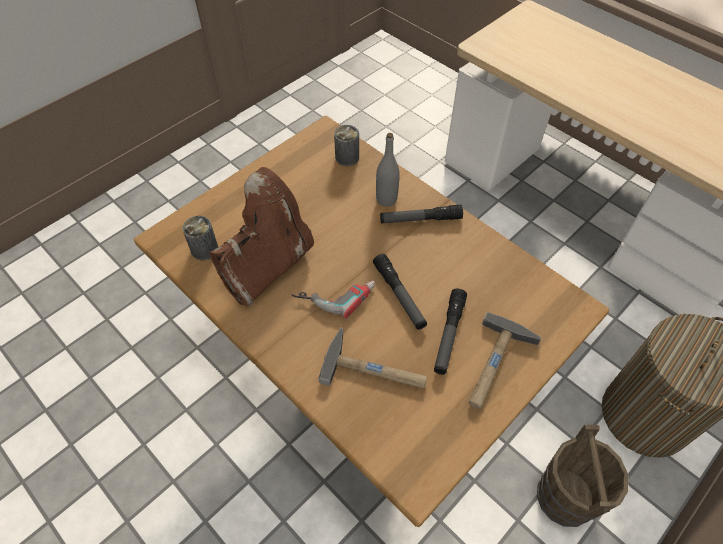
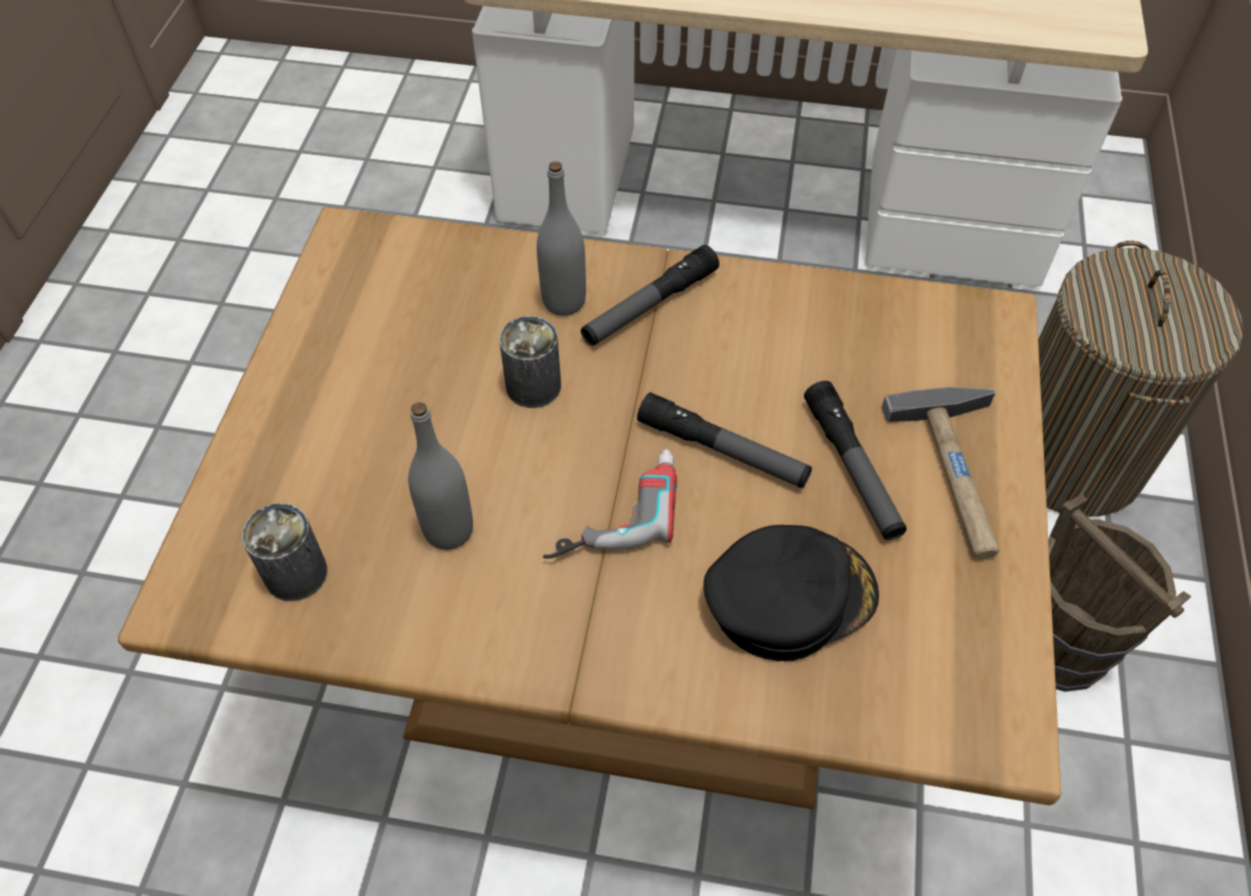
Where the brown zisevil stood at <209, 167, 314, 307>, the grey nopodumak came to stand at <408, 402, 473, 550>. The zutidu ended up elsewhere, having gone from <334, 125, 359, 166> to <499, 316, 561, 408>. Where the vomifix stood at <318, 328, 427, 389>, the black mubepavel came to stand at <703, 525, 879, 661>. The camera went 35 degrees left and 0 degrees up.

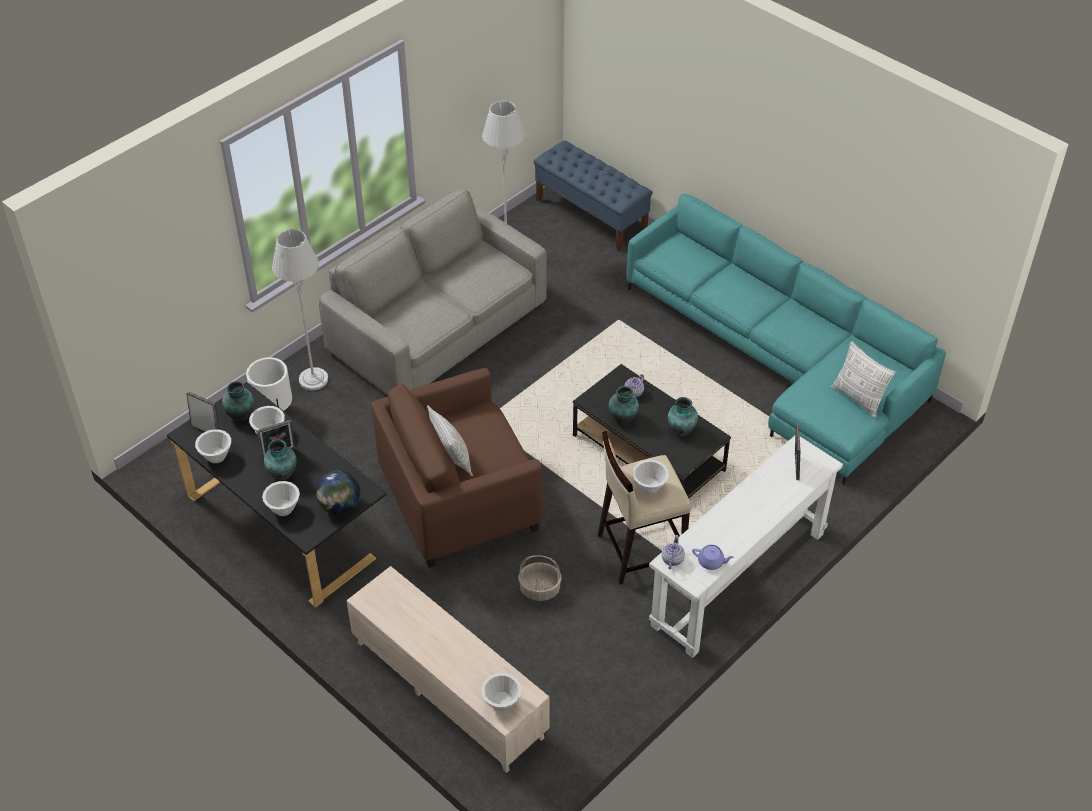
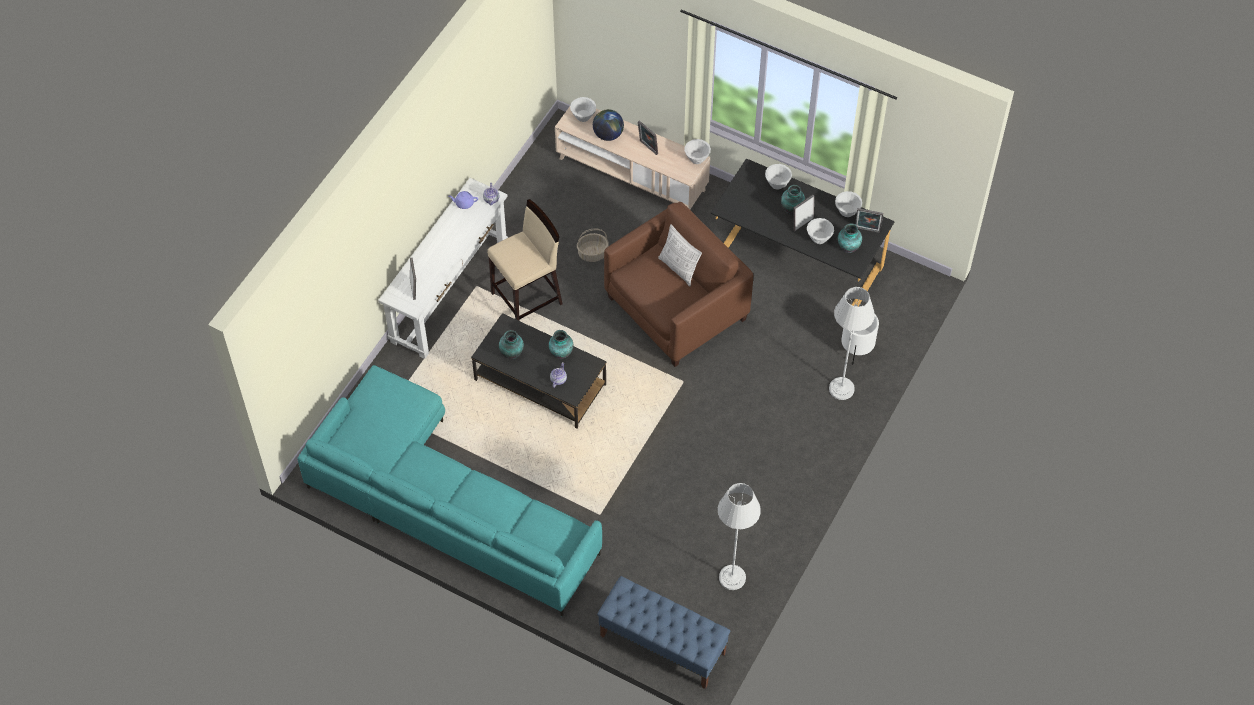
The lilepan ended up elsewhere, having gone from <316, 470, 360, 515> to <593, 109, 624, 141>. The second view gained the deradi at <638, 121, 658, 155>. The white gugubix ended up elsewhere, having gone from <632, 460, 669, 494> to <684, 139, 711, 164>. The second view lost the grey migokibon at <319, 189, 547, 395>. The second view lost the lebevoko at <831, 341, 895, 418>. The camera went 165 degrees right and 10 degrees up.

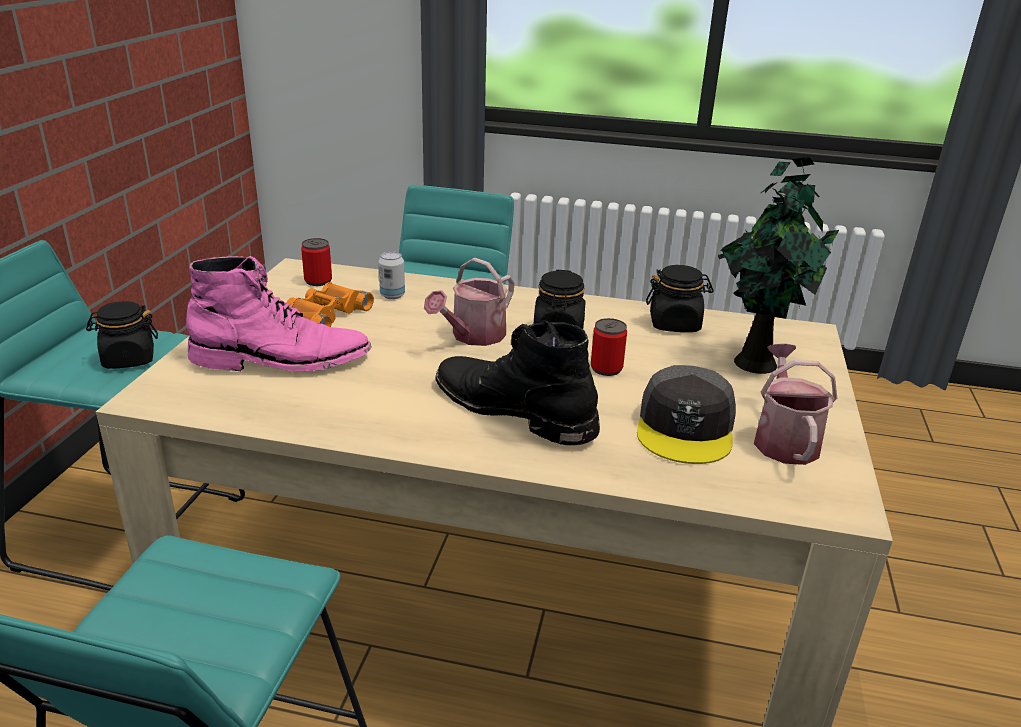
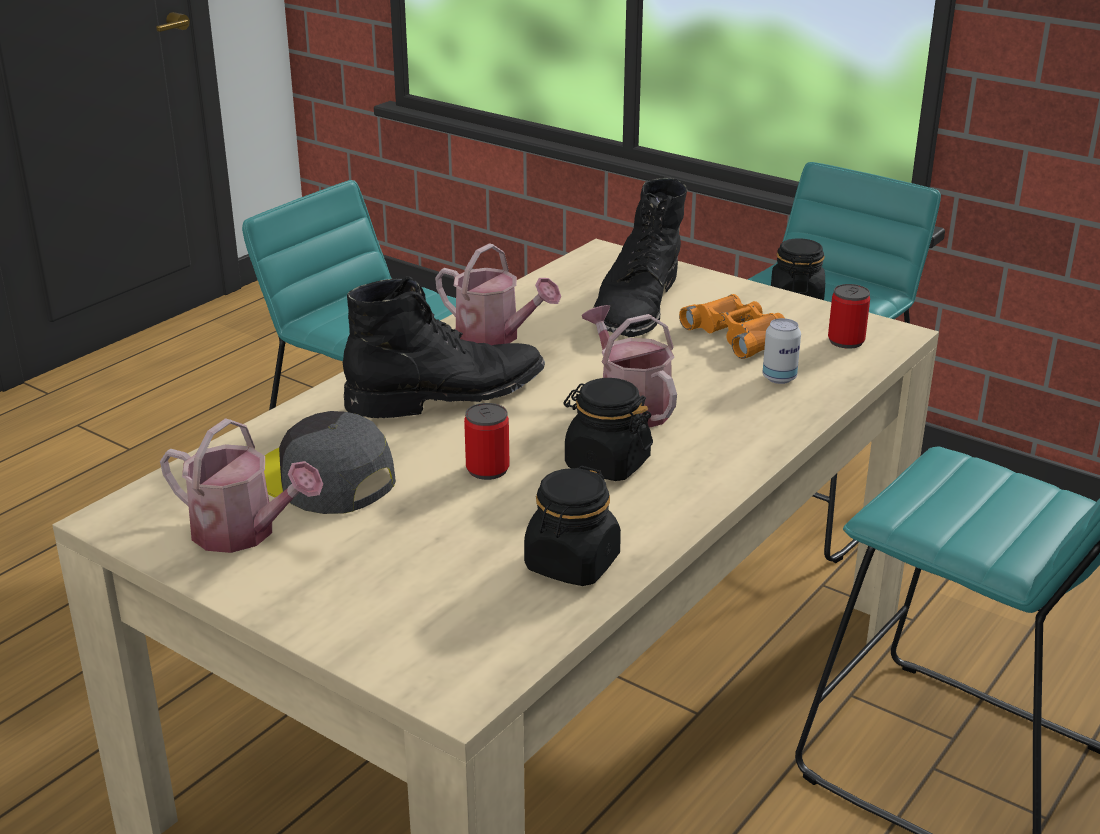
The second view gained the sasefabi at <435, 243, 561, 345>. What was the pink zisevil at <186, 256, 372, 372> turned into the black zisevil at <594, 178, 688, 337>. The second view lost the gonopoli at <718, 157, 839, 374>. The camera went 115 degrees right and 0 degrees up.

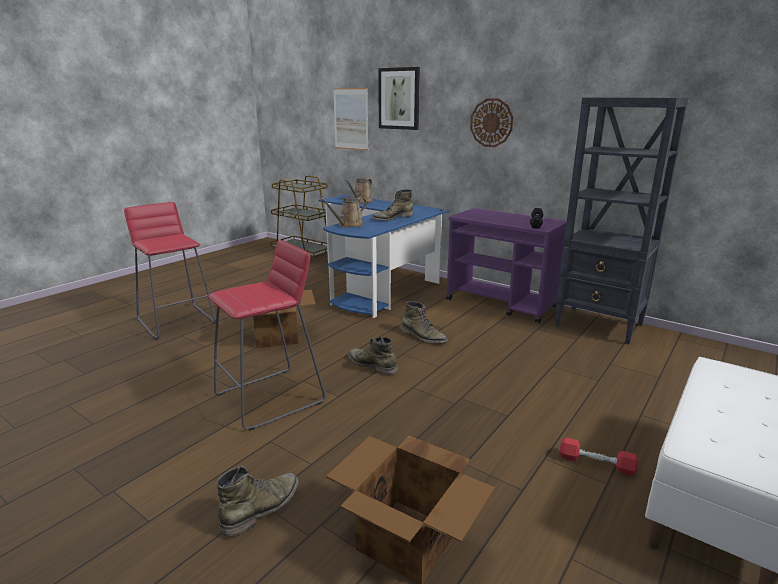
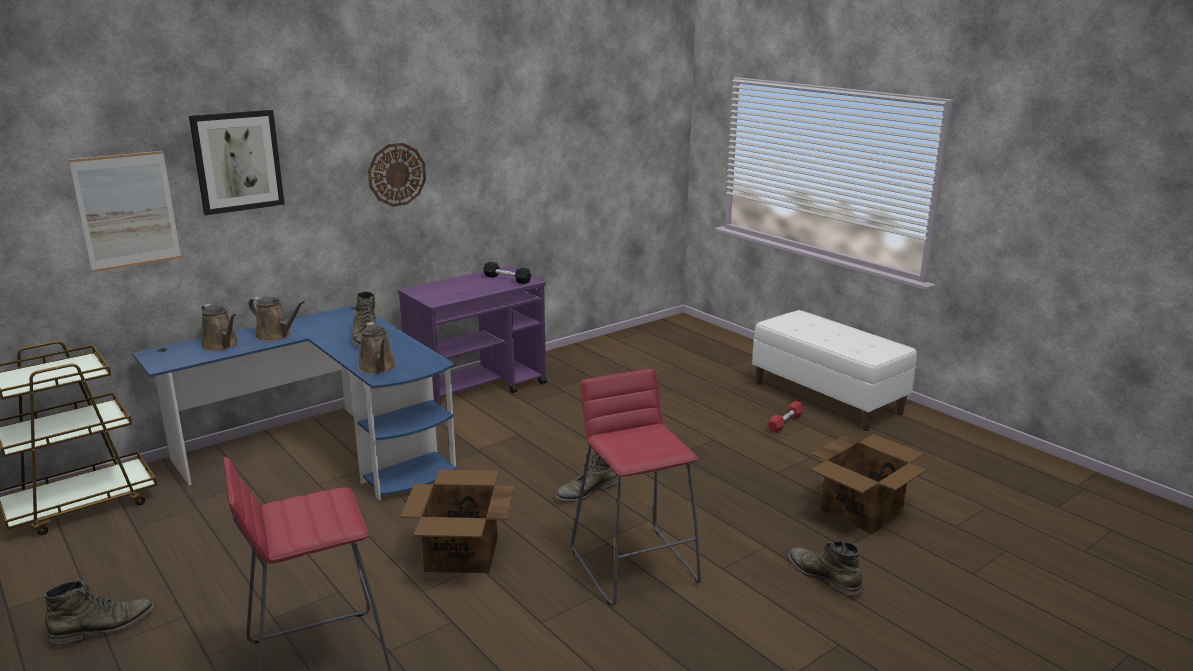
The green zisevil ended up elsewhere, having gone from <401, 301, 448, 343> to <45, 580, 154, 646>. The second view gained the brown sasefabi at <248, 297, 305, 342>. The second view lost the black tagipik at <555, 97, 688, 345>. The camera went 75 degrees left and 0 degrees up.

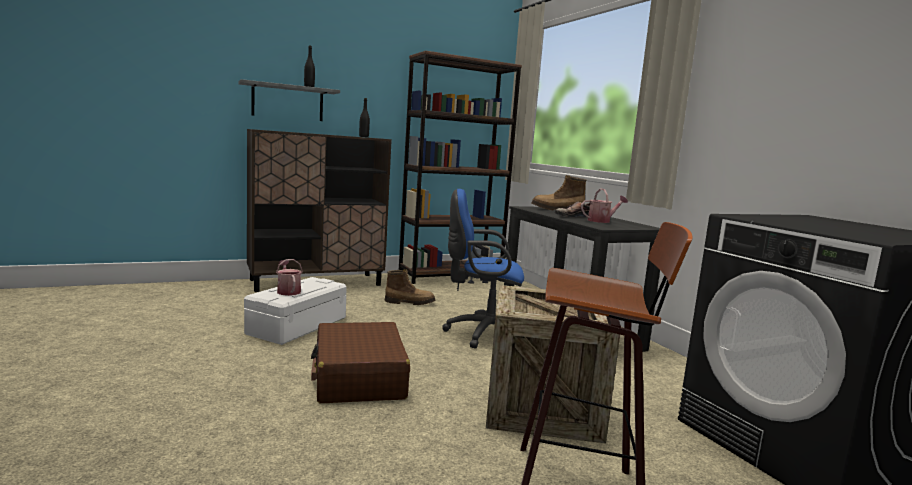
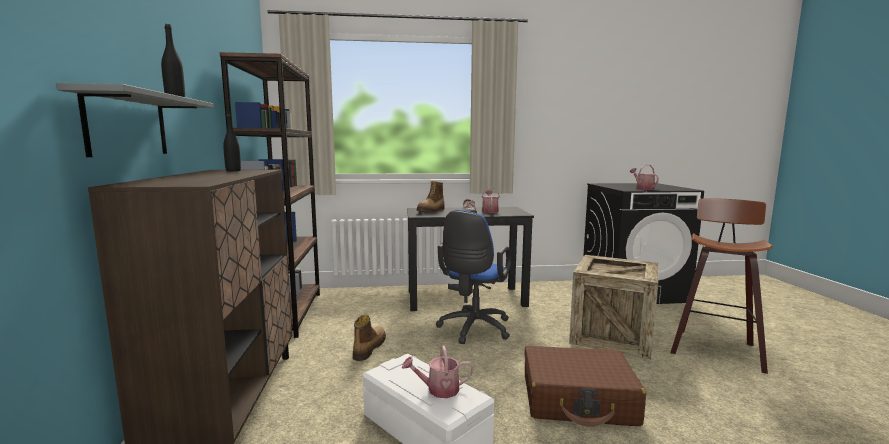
The second view gained the sasefabi at <630, 165, 659, 190>. The camera went 70 degrees left and 0 degrees up.

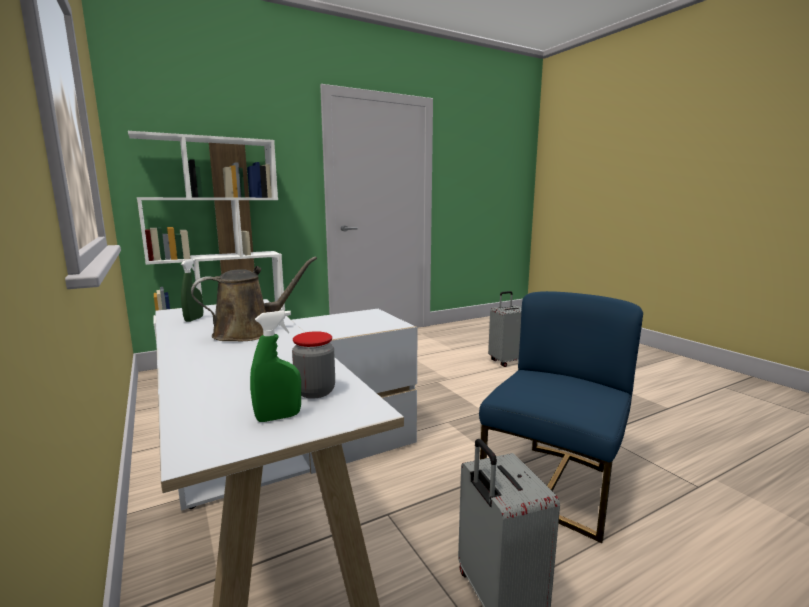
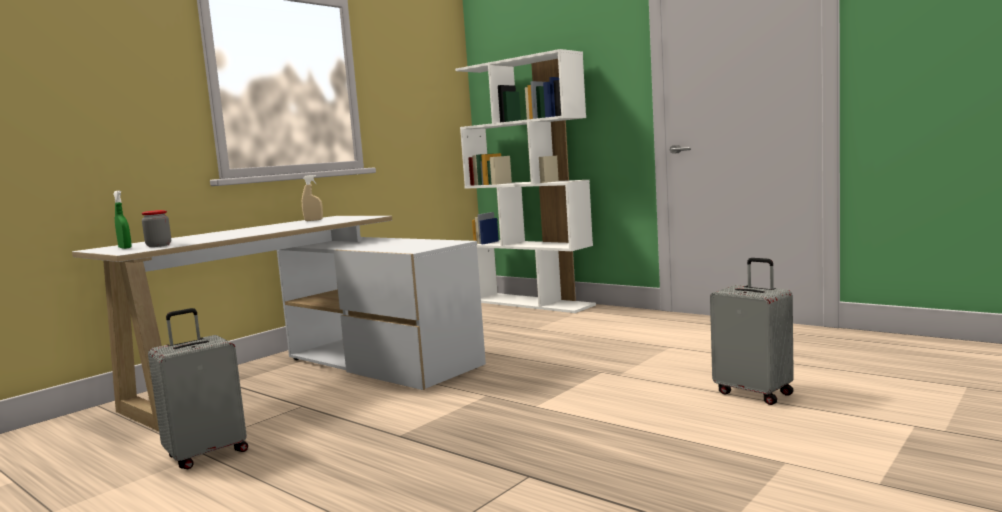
What was the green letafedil at <181, 259, 203, 322> turned into the beige letafedil at <302, 175, 323, 221>. The second view lost the brown sasefabi at <191, 256, 317, 341>. The second view lost the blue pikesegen at <479, 291, 643, 543>. The camera went 70 degrees right and 5 degrees down.

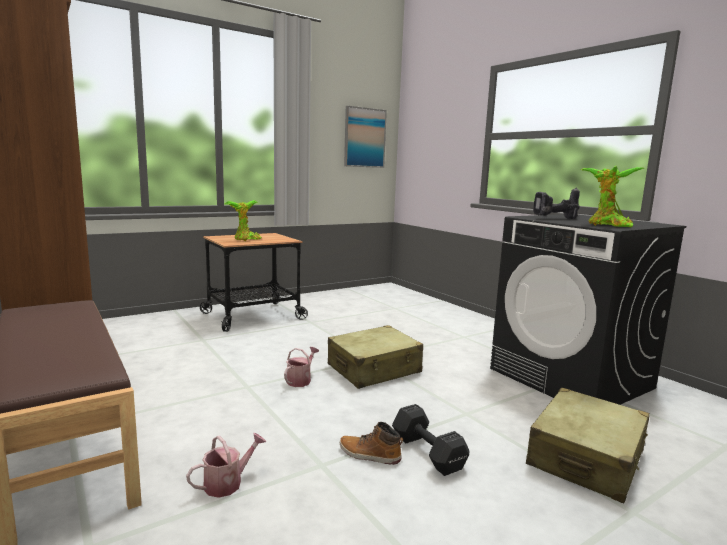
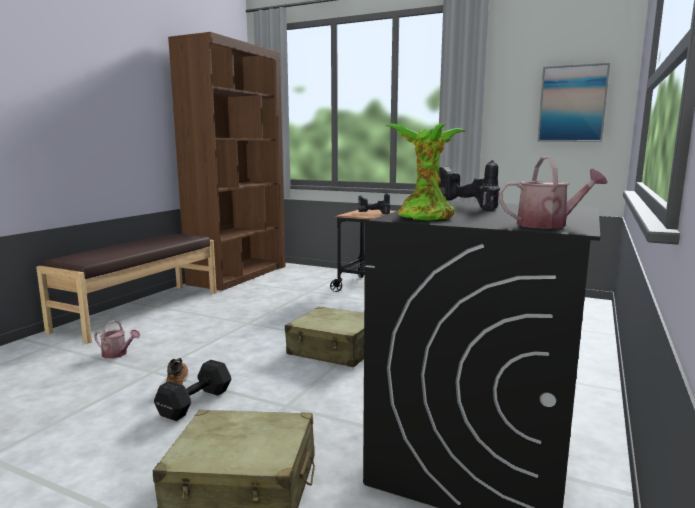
Where the gonopoli stood at <224, 200, 262, 241>, the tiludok came to stand at <358, 192, 391, 214>. The sasefabi ended up elsewhere, having gone from <284, 347, 319, 387> to <499, 157, 608, 229>. The camera went 60 degrees right and 0 degrees up.

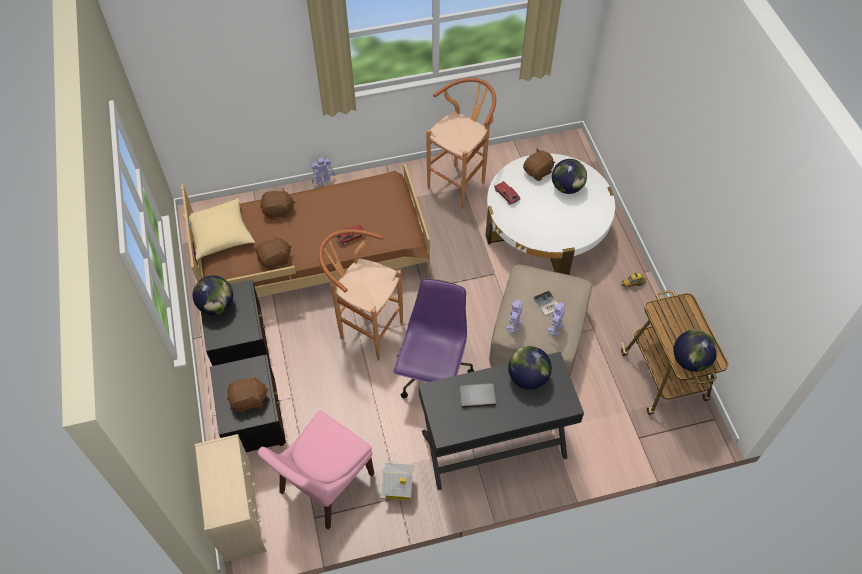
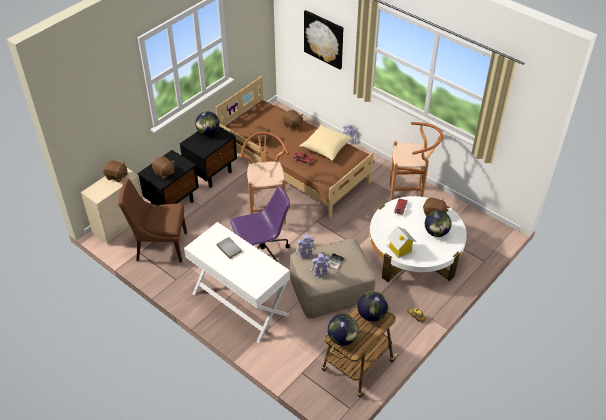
The second view gained the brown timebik at <103, 160, 128, 182>. What was the pink pikesegen at <258, 411, 375, 530> turned into the brown pikesegen at <118, 178, 187, 262>. What was the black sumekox at <418, 352, 584, 490> turned into the white sumekox at <184, 222, 290, 343>. The beige lebevoko ended up elsewhere, having gone from <182, 198, 255, 260> to <299, 125, 353, 161>. The second view gained the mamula at <304, 10, 344, 69>. The lilepan ended up elsewhere, having gone from <508, 346, 552, 390> to <357, 291, 388, 322>. The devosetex ended up elsewhere, having gone from <381, 463, 414, 501> to <387, 226, 416, 258>. The camera went 55 degrees right and 10 degrees down.

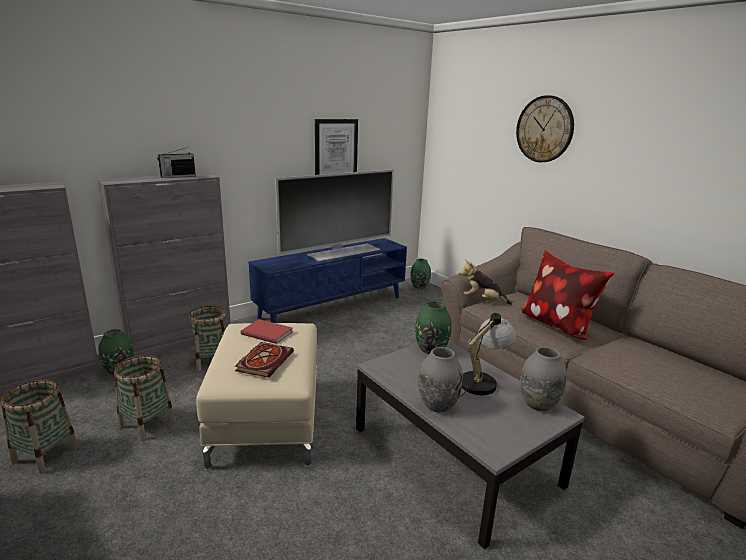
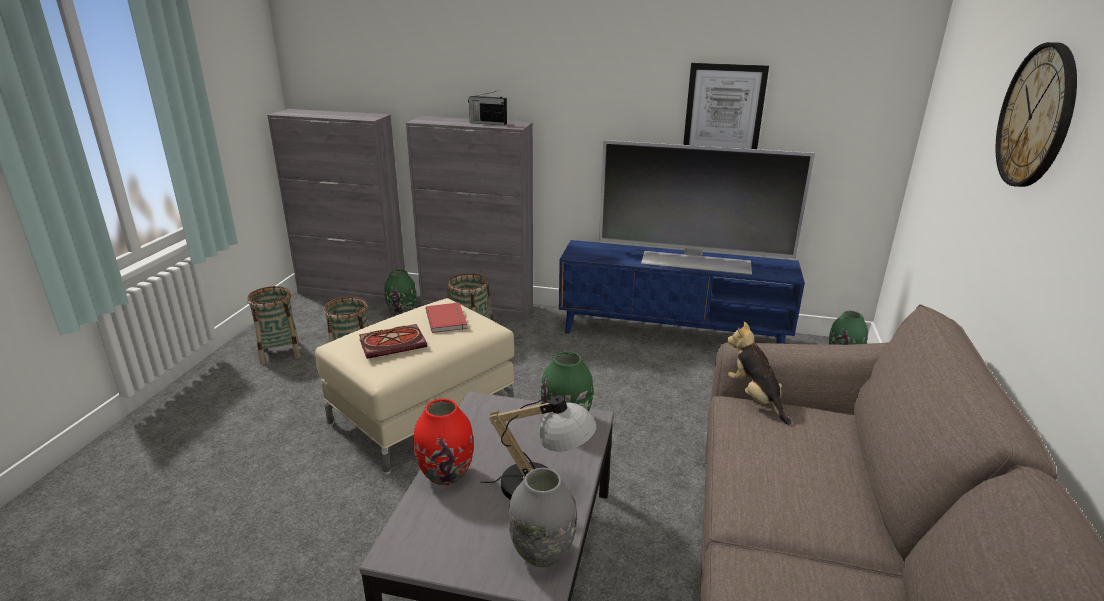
What was the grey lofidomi at <418, 347, 463, 413> turned into the red lofidomi at <414, 399, 474, 485>. The second view lost the lebevoko at <521, 250, 614, 340>. The camera went 50 degrees right and 5 degrees up.

